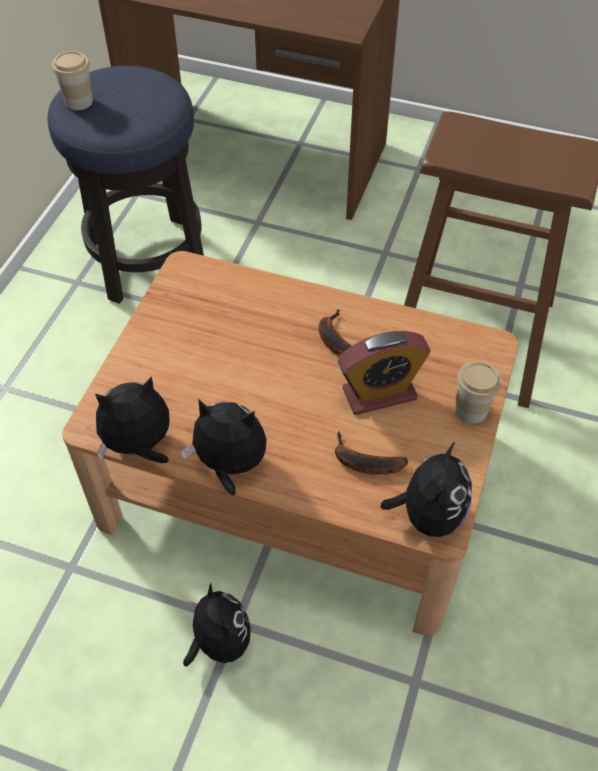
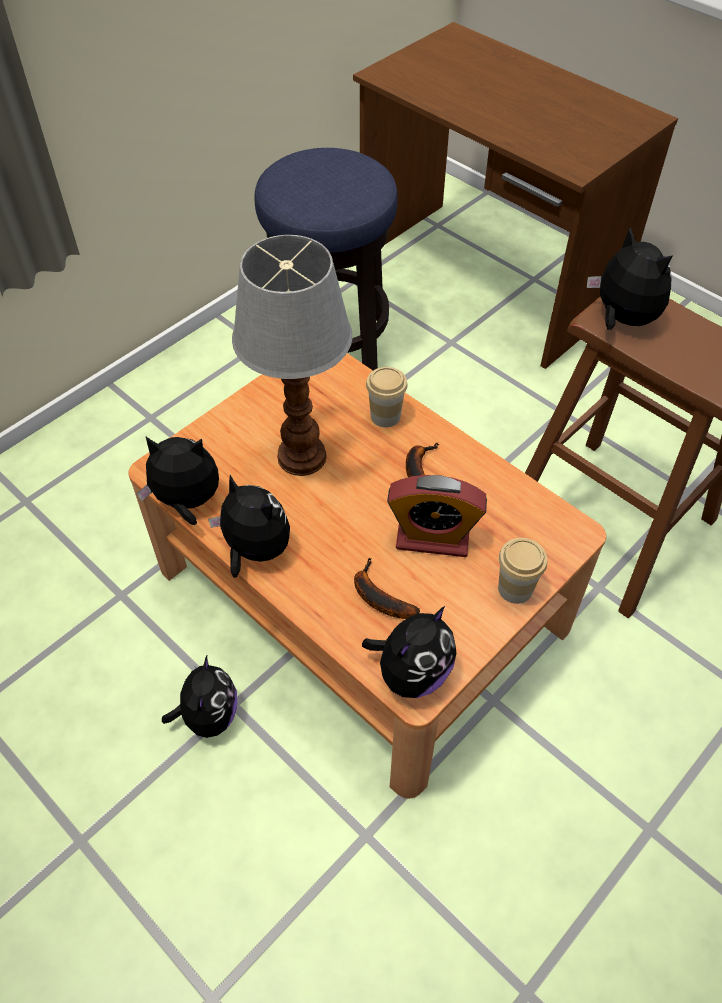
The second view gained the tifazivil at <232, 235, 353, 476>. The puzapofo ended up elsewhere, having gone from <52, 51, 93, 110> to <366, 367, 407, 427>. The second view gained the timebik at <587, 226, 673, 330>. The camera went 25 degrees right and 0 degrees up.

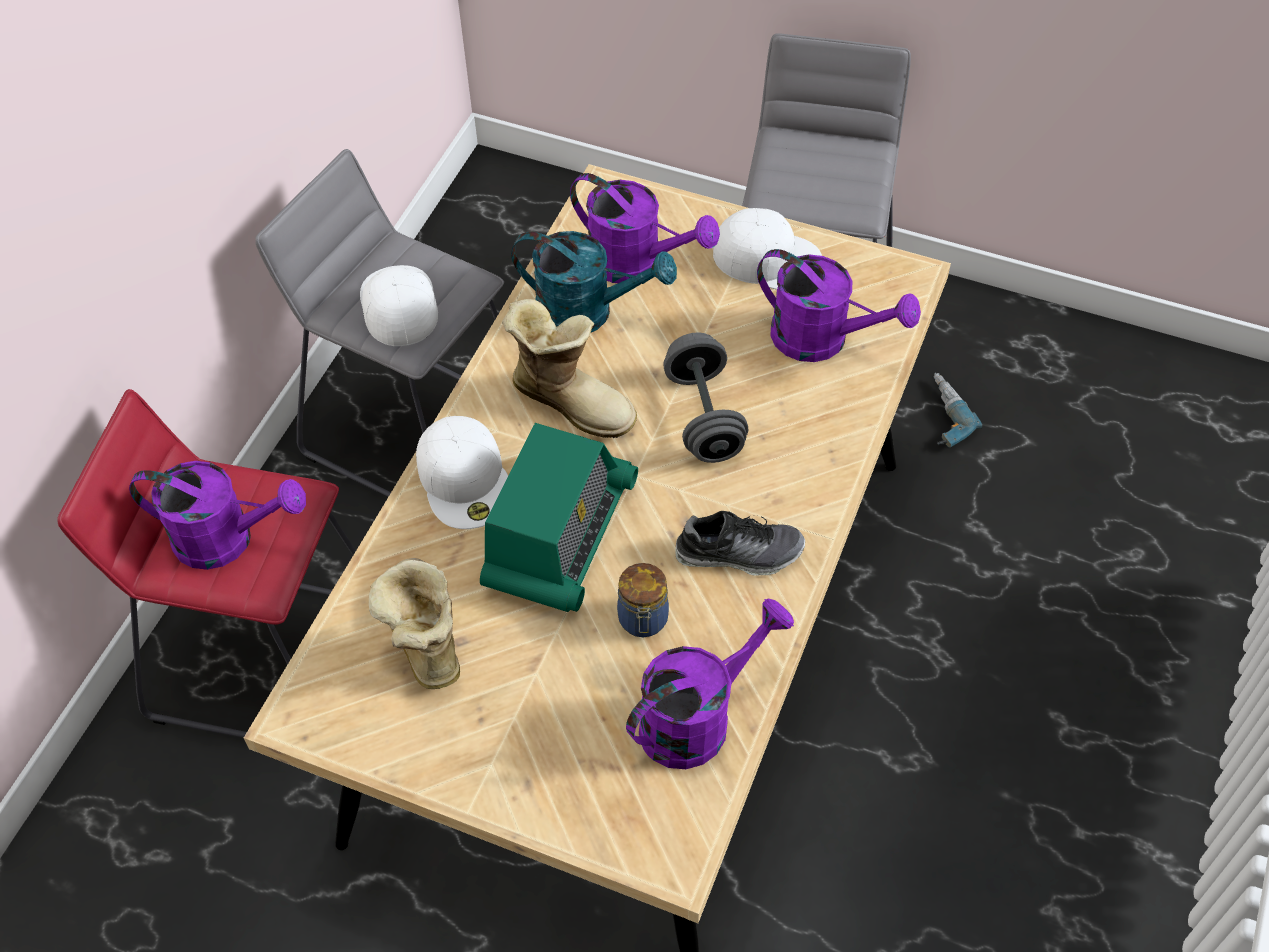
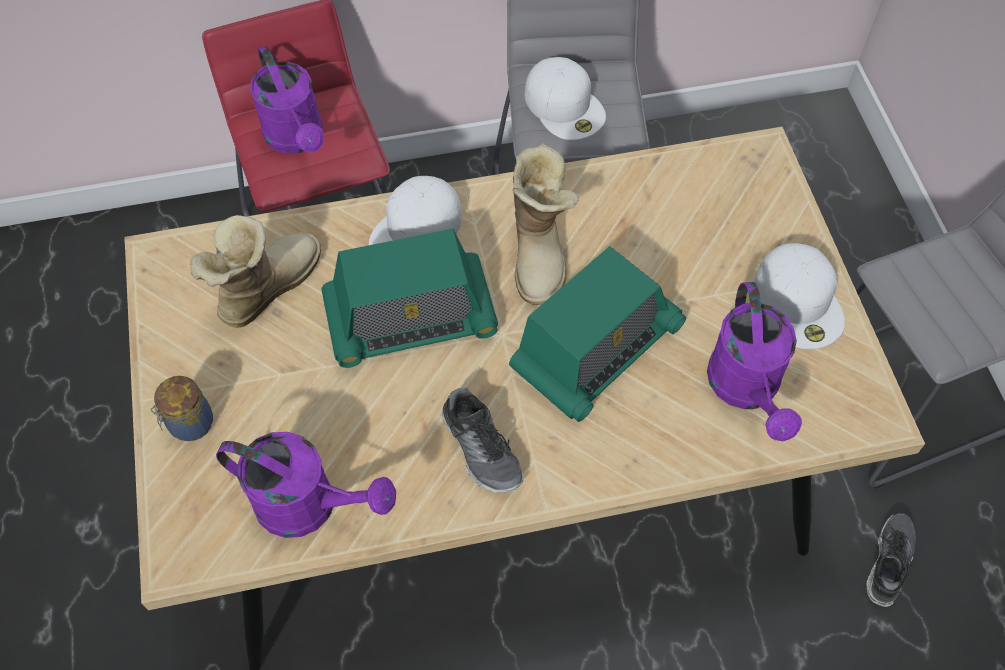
The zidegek ended up elsewhere, having gone from <617, 563, 669, 637> to <151, 376, 213, 441>. Where the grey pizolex stood at <663, 332, 748, 463>, the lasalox came to stand at <509, 246, 686, 422>. The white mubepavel at <360, 265, 438, 346> ended up facing another way, 105 degrees clockwise from before. Where the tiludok stood at <934, 373, 982, 448>, the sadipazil came to stand at <866, 513, 916, 607>. The second view lost the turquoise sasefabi at <511, 231, 677, 332>. The second view lost the purple sasefabi at <570, 173, 720, 283>. The camera went 55 degrees right and 5 degrees up.

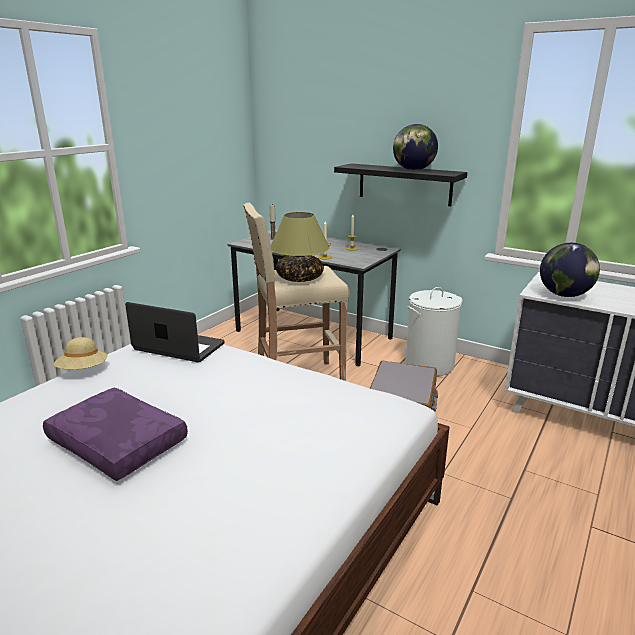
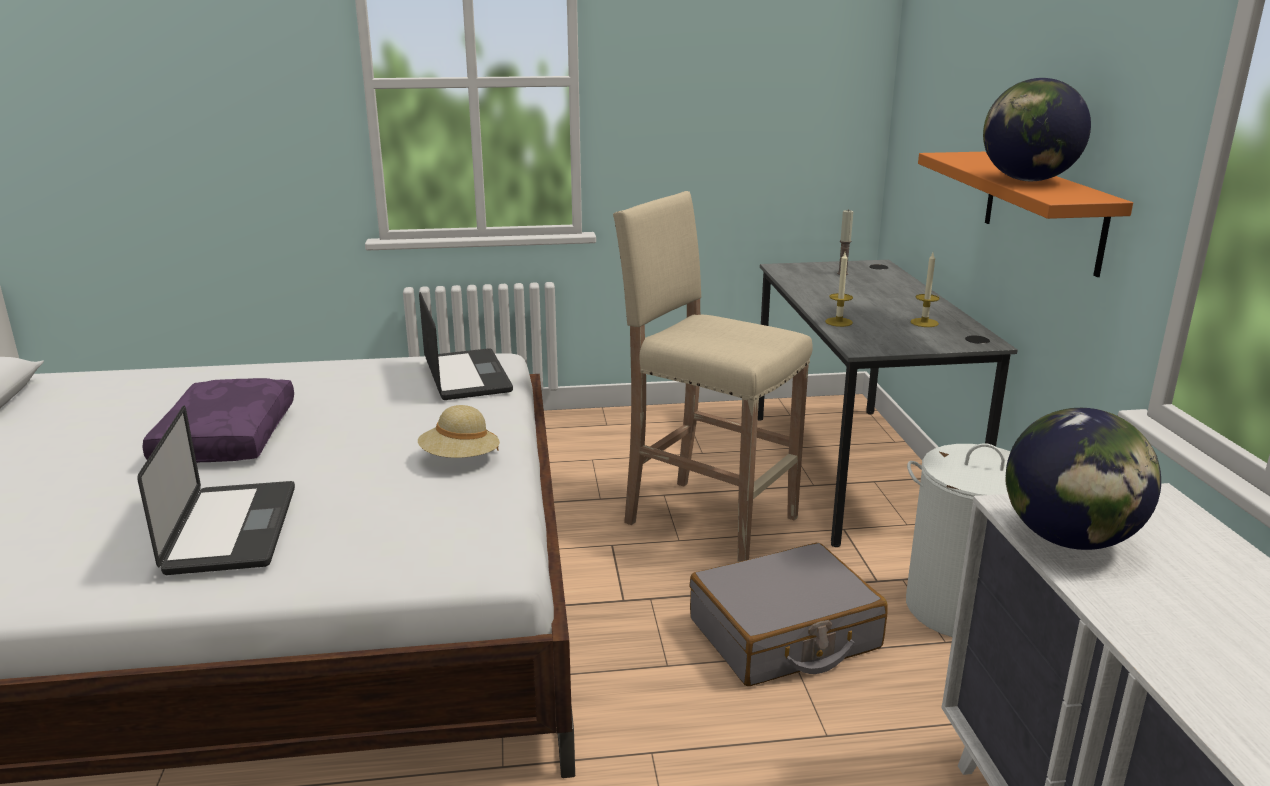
The second view gained the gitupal at <137, 406, 295, 575>. The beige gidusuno ended up elsewhere, having gone from <54, 337, 108, 369> to <418, 405, 500, 458>. What was the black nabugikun at <334, 163, 467, 206> turned into the orange nabugikun at <918, 152, 1133, 277>. The second view lost the tifazivil at <271, 212, 330, 282>. The camera went 50 degrees right and 0 degrees up.

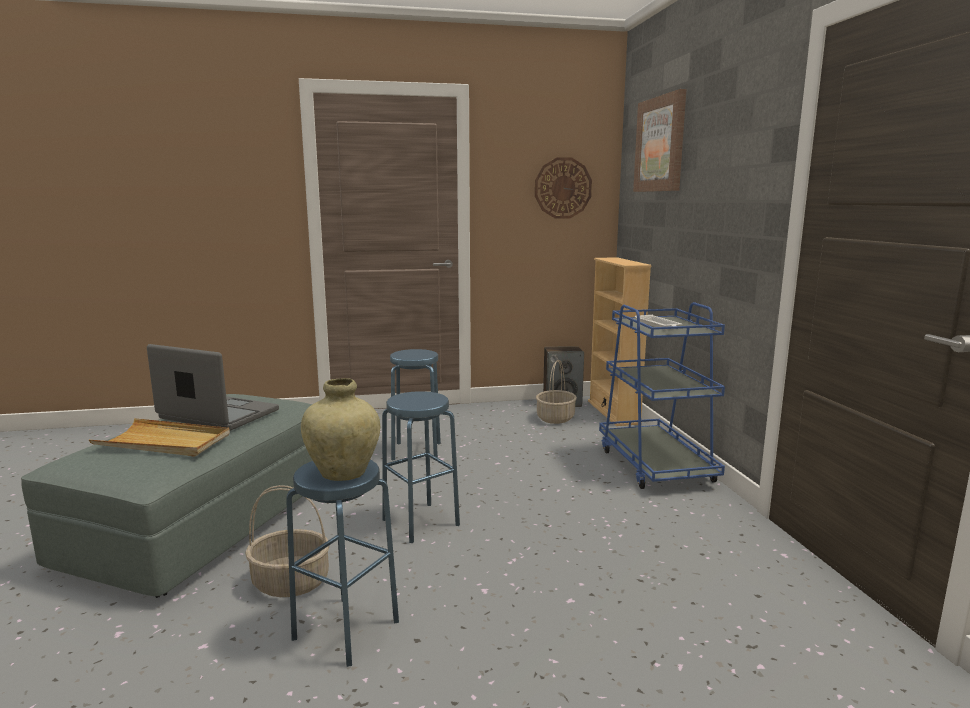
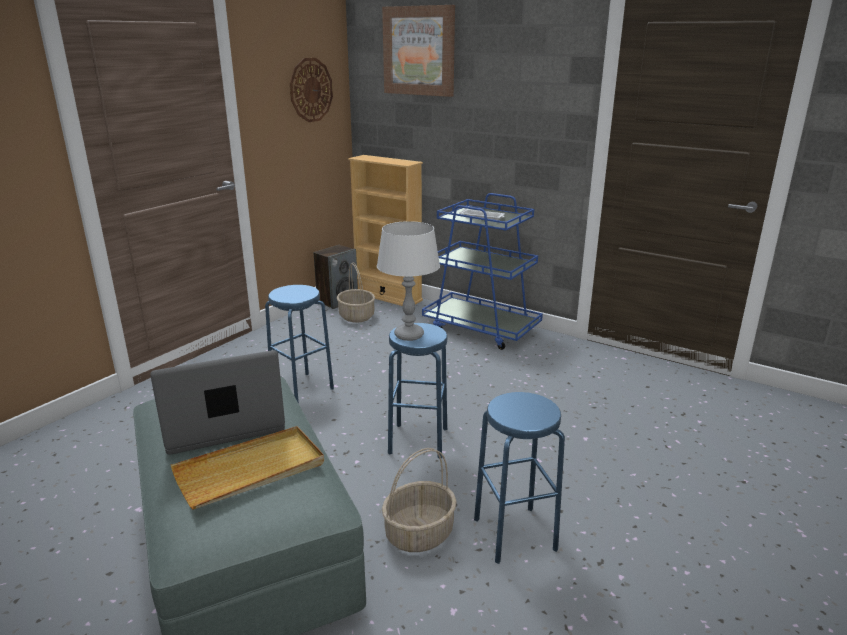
The second view gained the grey tifazivil at <377, 221, 440, 341>. The second view lost the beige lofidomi at <301, 378, 380, 481>. The camera went 45 degrees left and 10 degrees up.

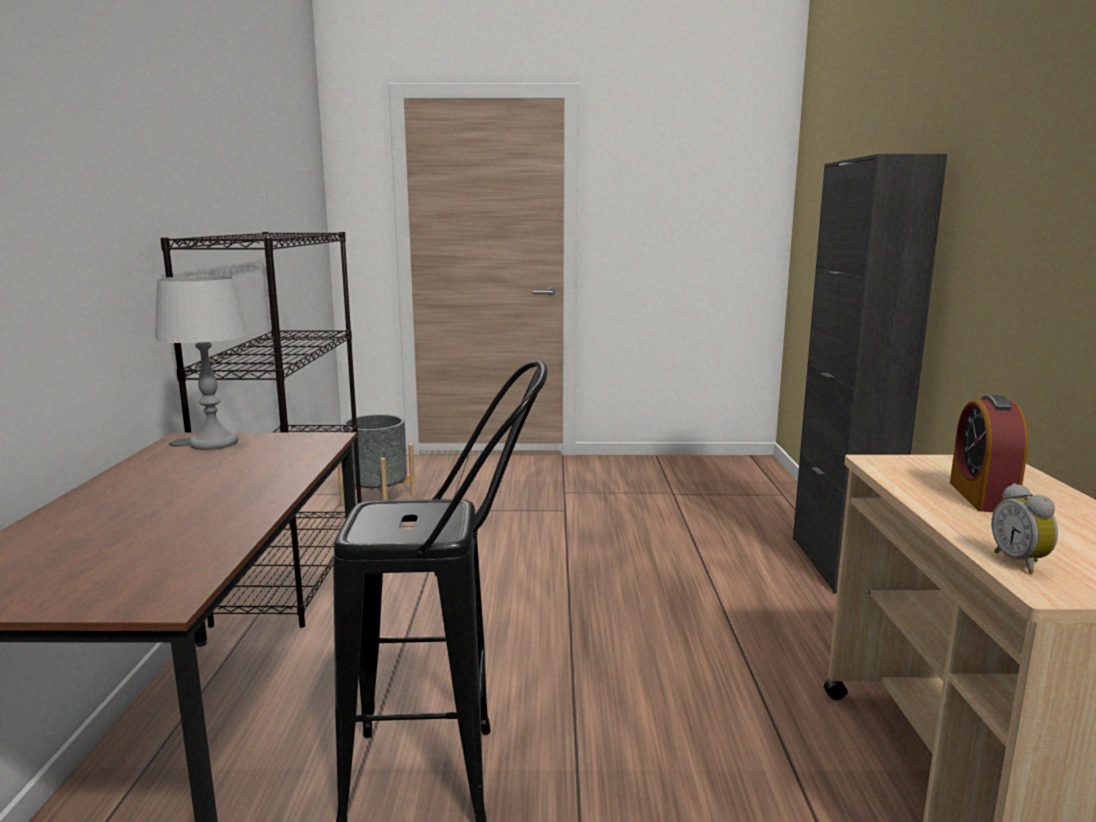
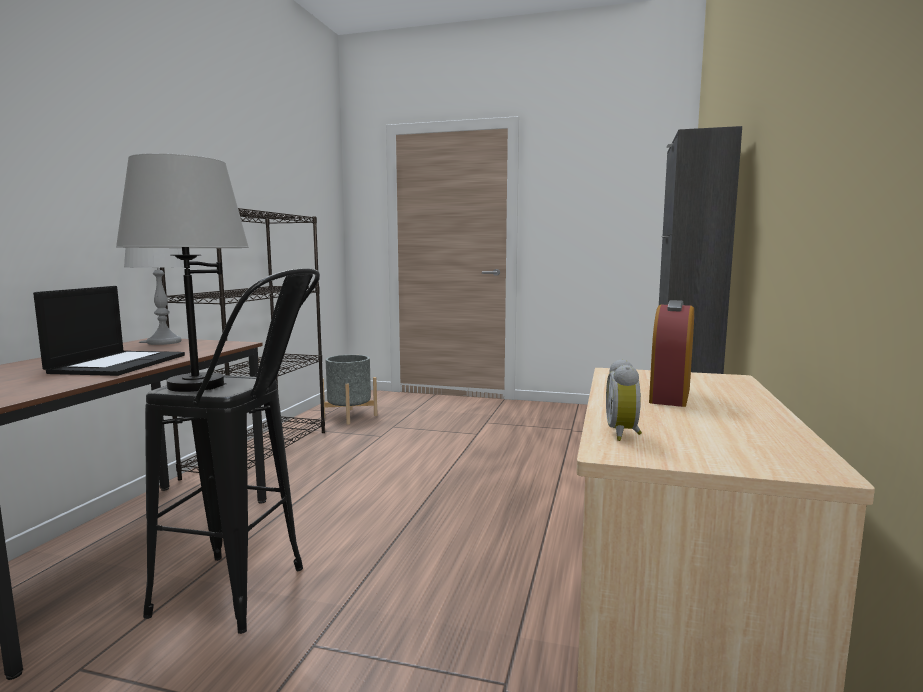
The second view gained the gitupal at <33, 286, 185, 376>. The second view gained the grey tifazivil at <116, 153, 249, 392>. The camera went 15 degrees right and 5 degrees down.

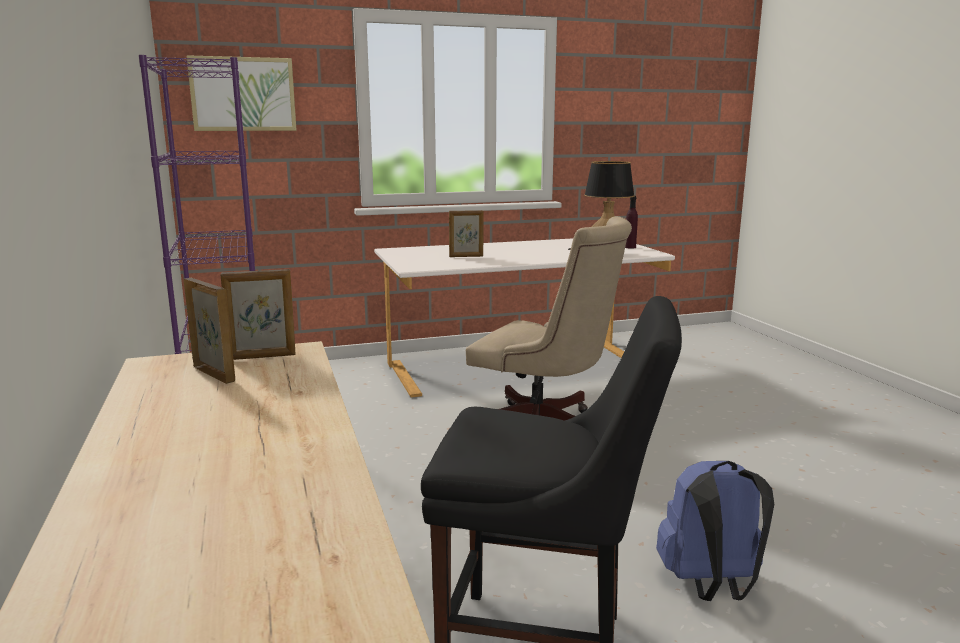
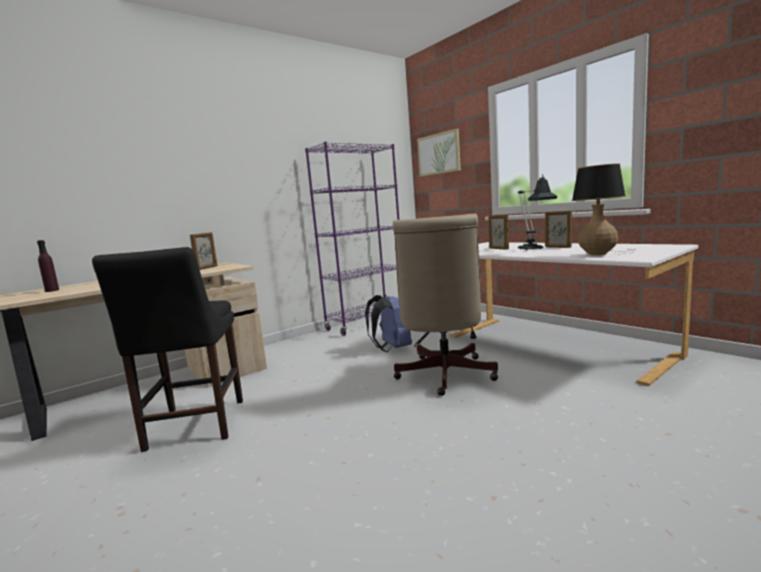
The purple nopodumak ended up elsewhere, having gone from <625, 196, 638, 249> to <37, 240, 59, 292>. The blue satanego ended up elsewhere, having gone from <656, 461, 774, 601> to <365, 293, 412, 352>. The second view gained the tifazivil at <518, 174, 557, 251>. The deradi ended up elsewhere, having gone from <221, 269, 295, 360> to <545, 211, 572, 248>. The camera went 70 degrees right and 5 degrees down.

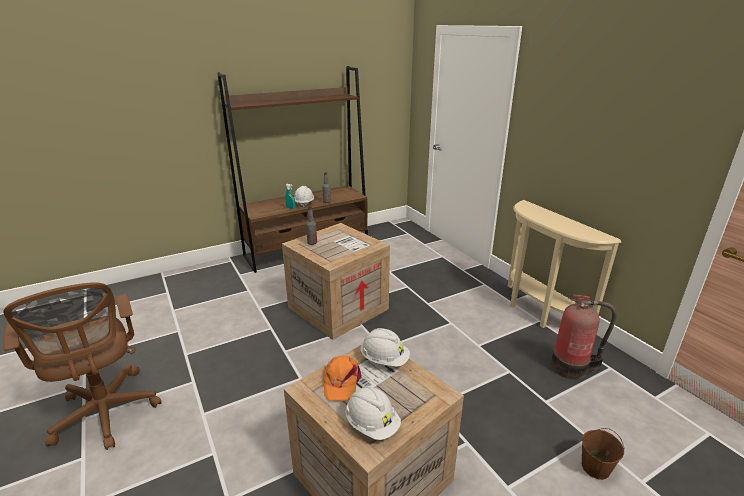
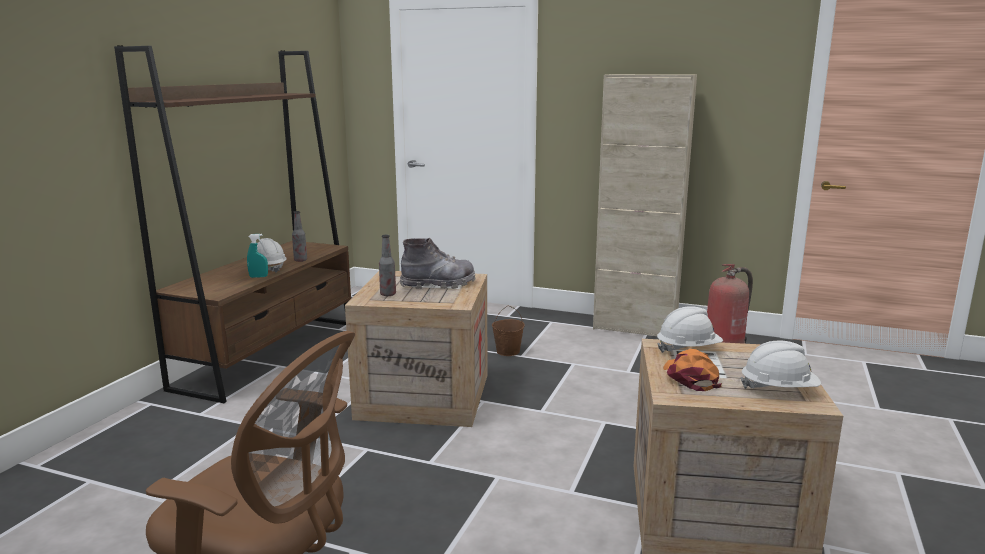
The second view gained the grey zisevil at <400, 238, 475, 289>. The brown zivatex ended up elsewhere, having gone from <582, 428, 624, 480> to <492, 306, 525, 356>. Where the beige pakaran stood at <508, 200, 621, 328>, the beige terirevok came to stand at <593, 74, 697, 336>. The orange mubepavel at <323, 356, 362, 401> ended up facing another way, 150 degrees counterclockwise from before. The camera went 40 degrees left and 10 degrees down.

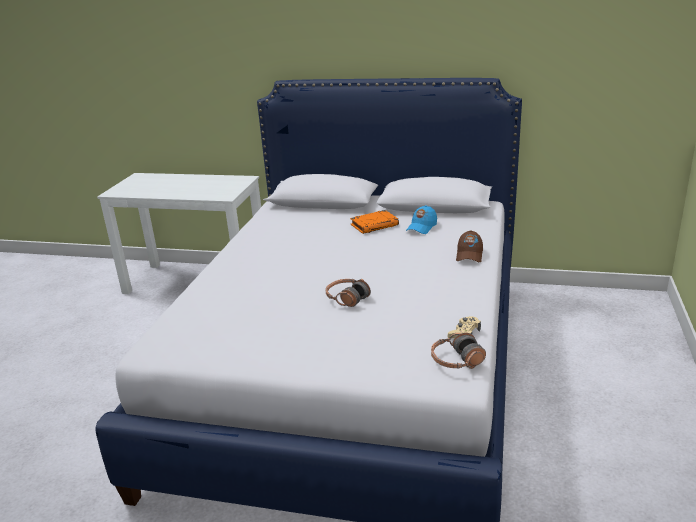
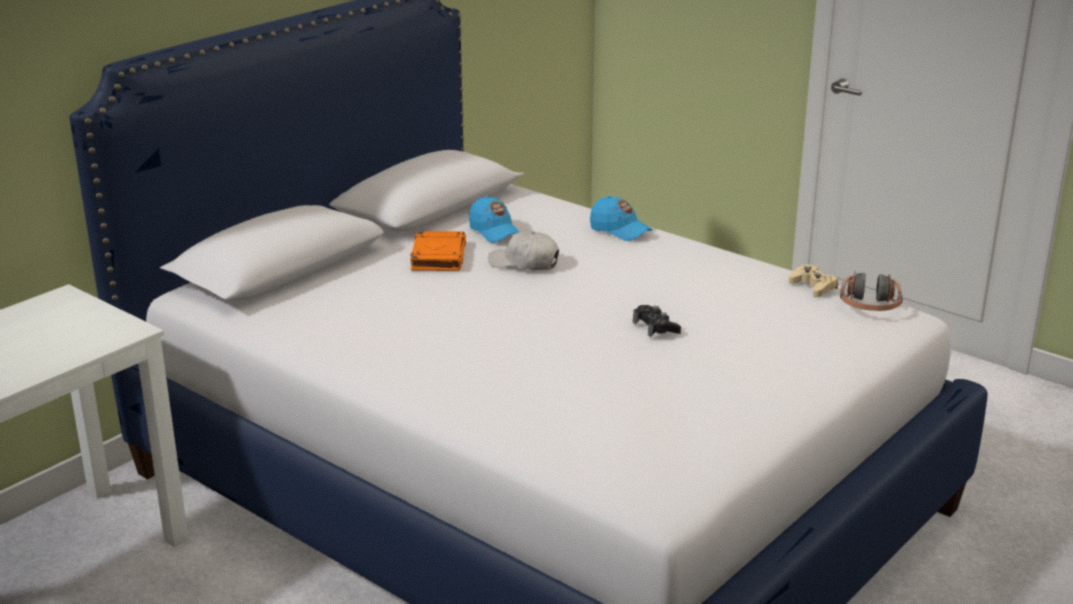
The second view gained the white mubepavel at <488, 230, 559, 271>. What was the brown mubepavel at <456, 230, 483, 262> turned into the blue mubepavel at <590, 196, 653, 241>. Where the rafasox stood at <326, 279, 371, 307>, the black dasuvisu came to stand at <633, 305, 681, 338>. The camera went 65 degrees left and 0 degrees up.

